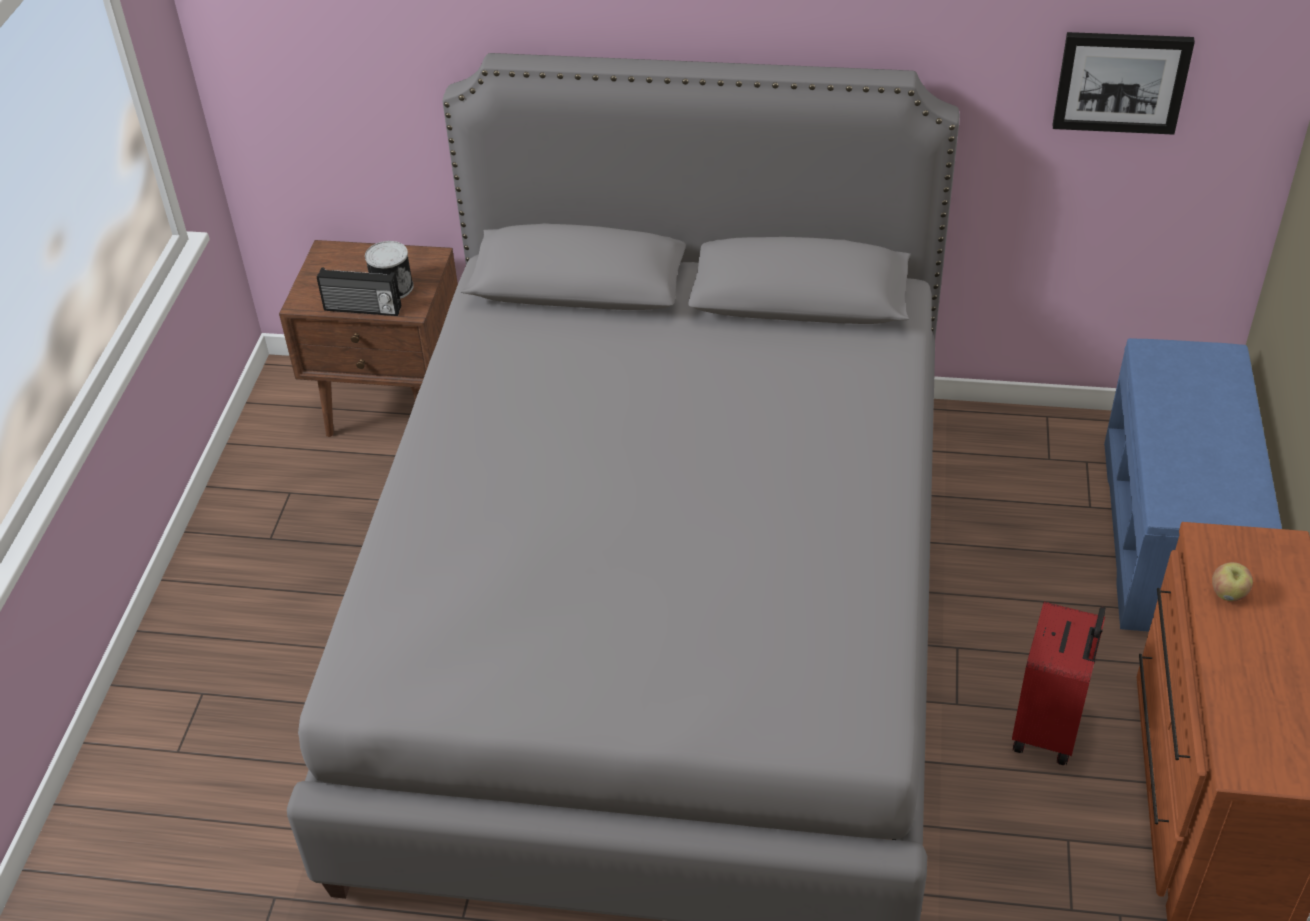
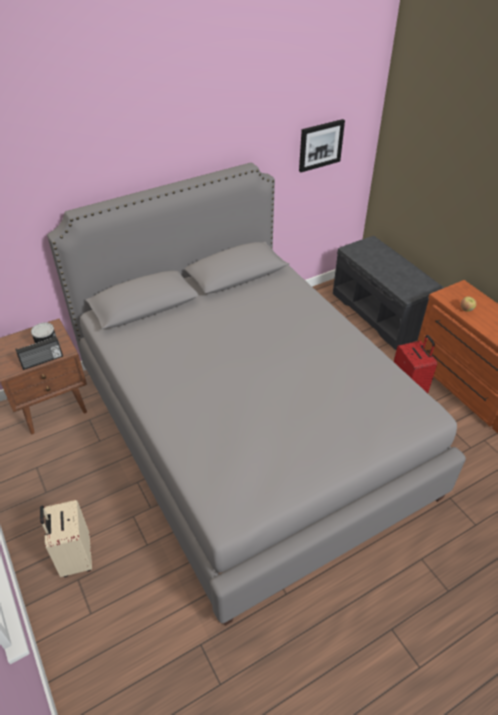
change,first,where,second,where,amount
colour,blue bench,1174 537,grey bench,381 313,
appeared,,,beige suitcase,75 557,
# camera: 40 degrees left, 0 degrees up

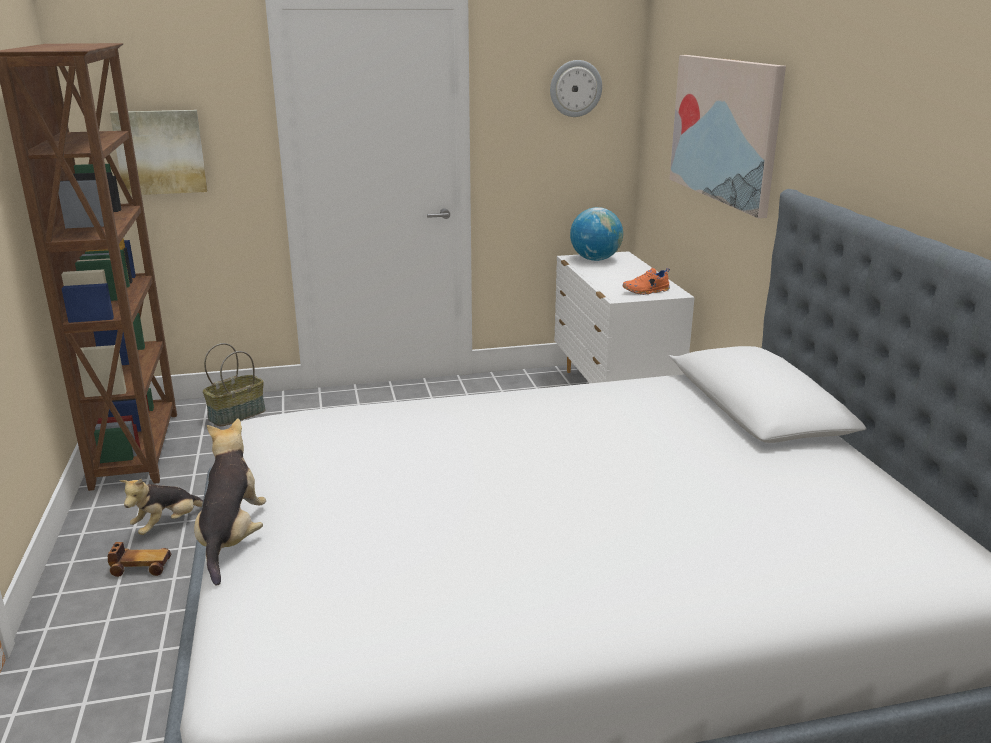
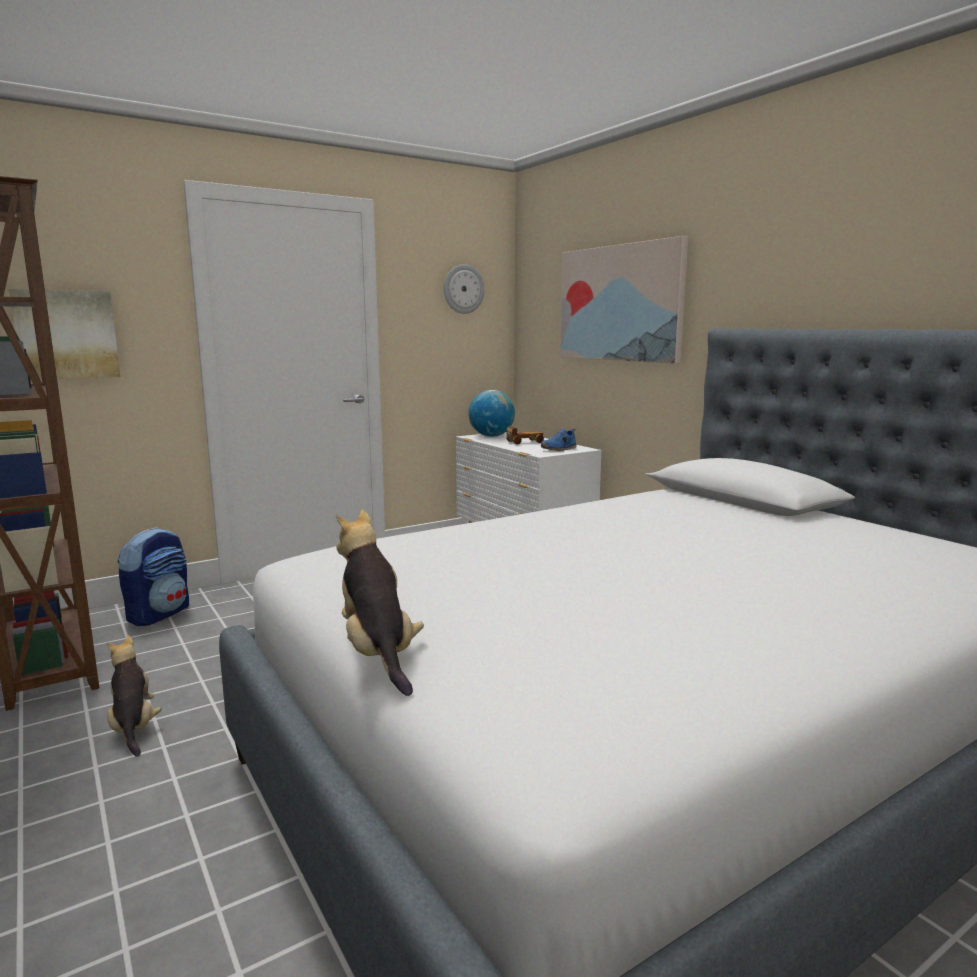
change,first,where,second,where,amount
colour,orange shoe,646 291,blue shoe,559 449,
exchanged,basket,237 414,backpack,159 614,
spun,plush toy,167 525,,133 727,135 degrees clockwise
relocated,toy car,140 567,,524 442,
# camera: 20 degrees left, 10 degrees down

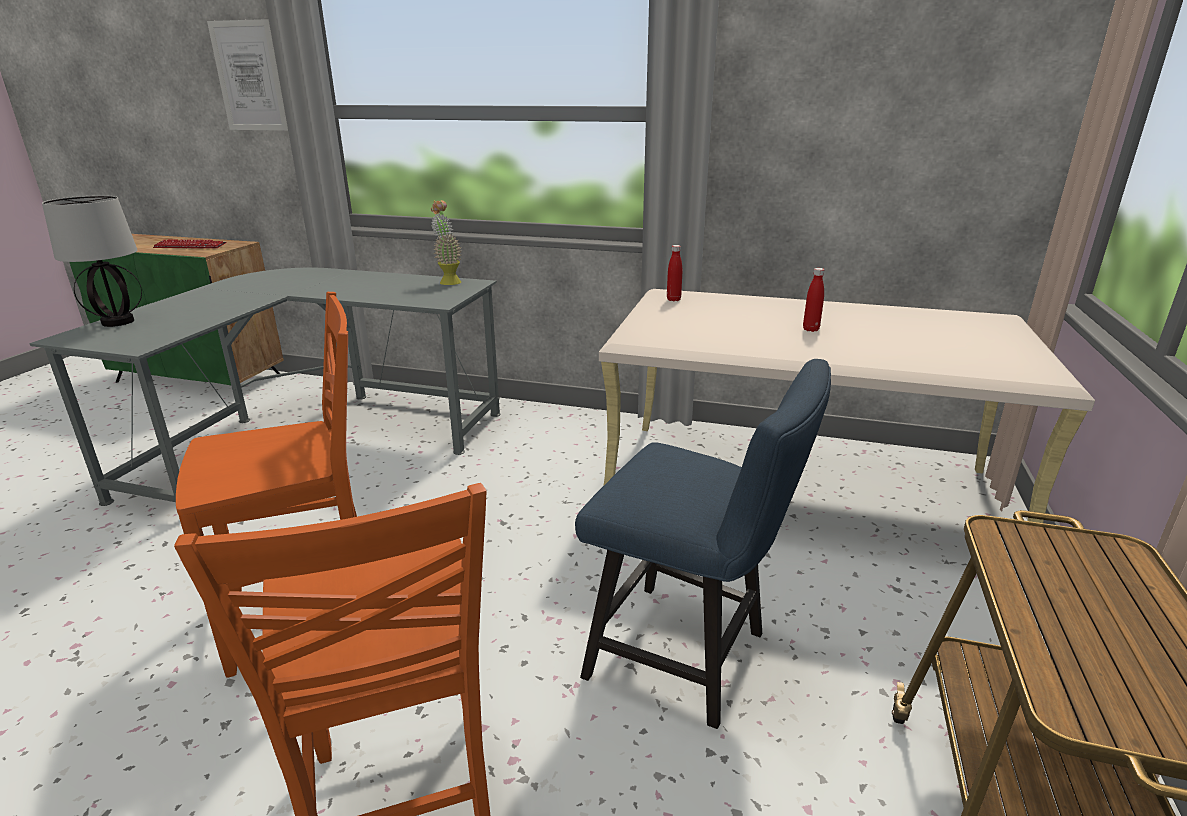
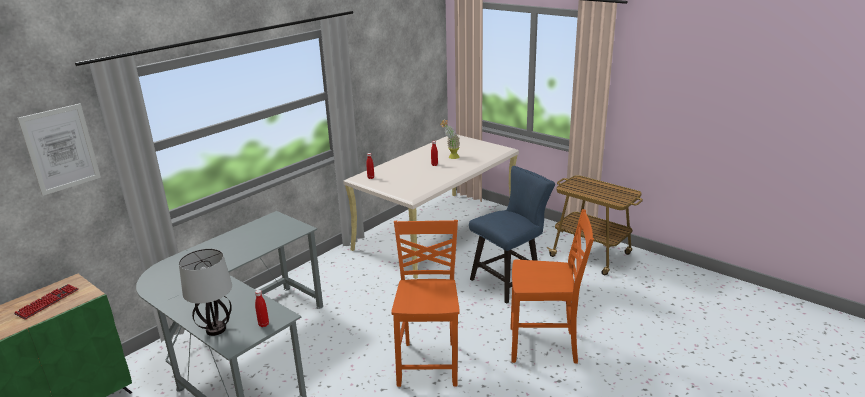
change,first,where,second,where,amount
relocated,potted plant,448 281,,451 157,
appeared,,,red bottle,263 324,
# camera: 65 degrees left, 0 degrees up

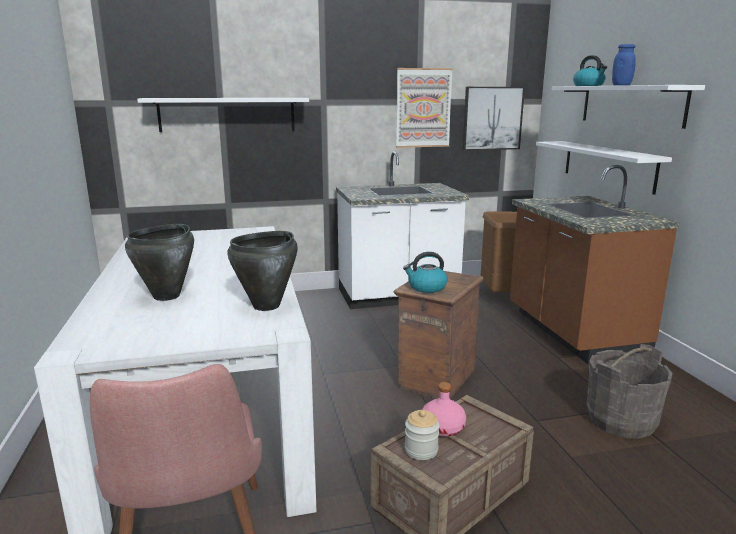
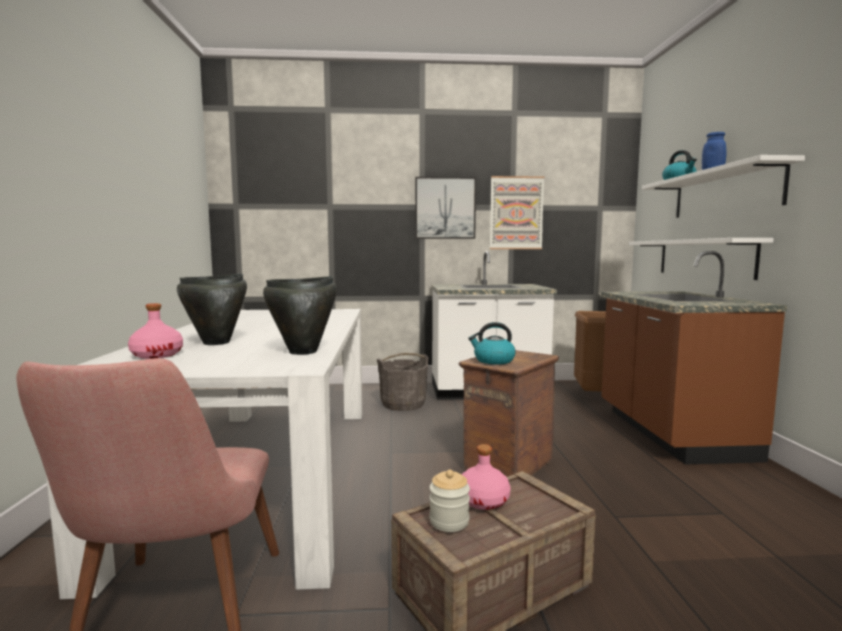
change,first,where,second,where,amount
relocated,picture,492 118,,445 208,
missing,white shelf,227 114,,,
relocated,grey bucket,621 420,,403 404,
appeared,,,pink bottle,157 355,
# camera: 10 degrees right, 10 degrees down

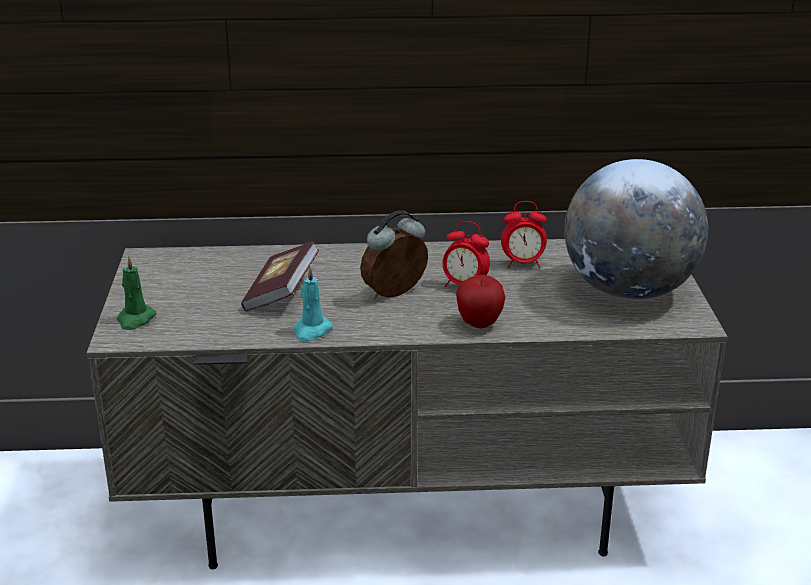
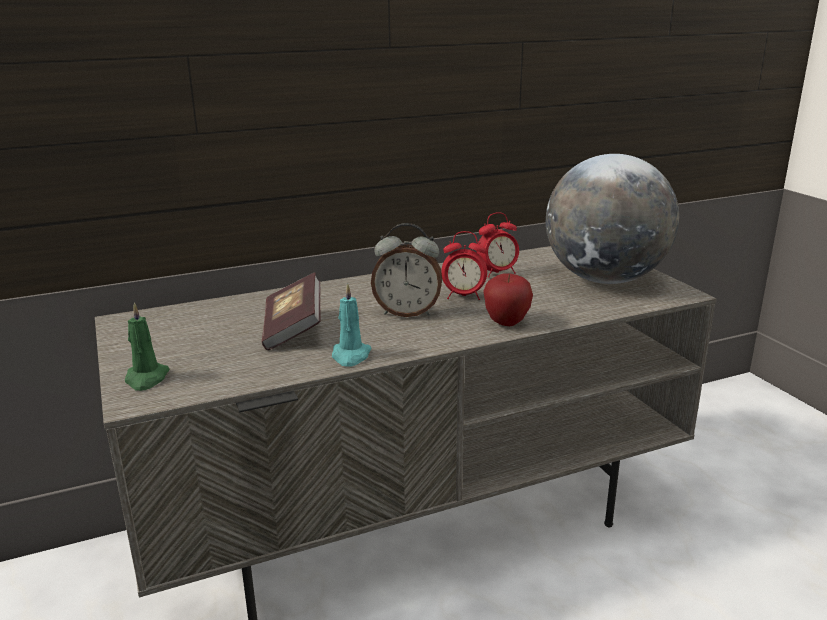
change,first,where,second,where,amount
spun,alarm clock,396 294,,407 312,120 degrees counterclockwise
# camera: 20 degrees left, 5 degrees down

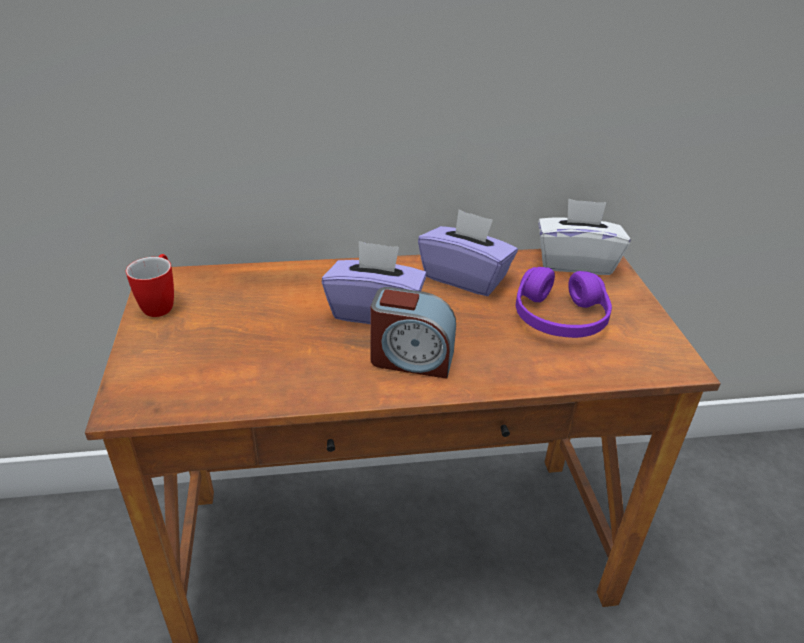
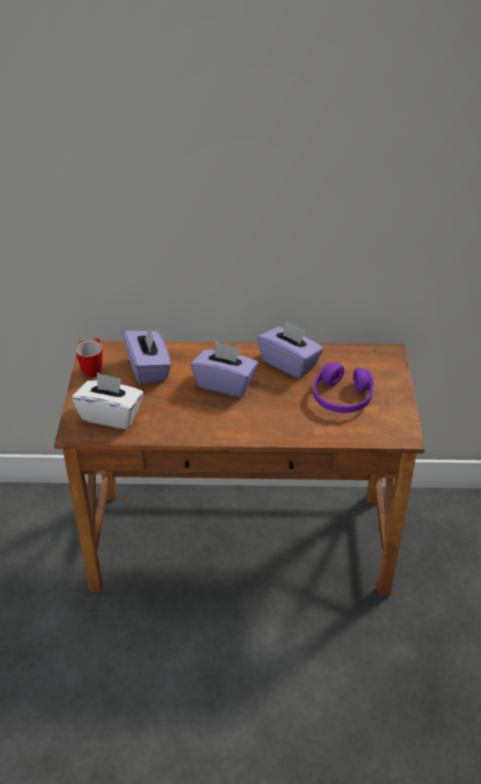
change,first,where,second,where,amount
relocated,white tissue box,575 262,,111 415,
missing,alarm clock,411 359,,,
appeared,,,purple tissue box,148 368,
# camera: 10 degrees right, 5 degrees up

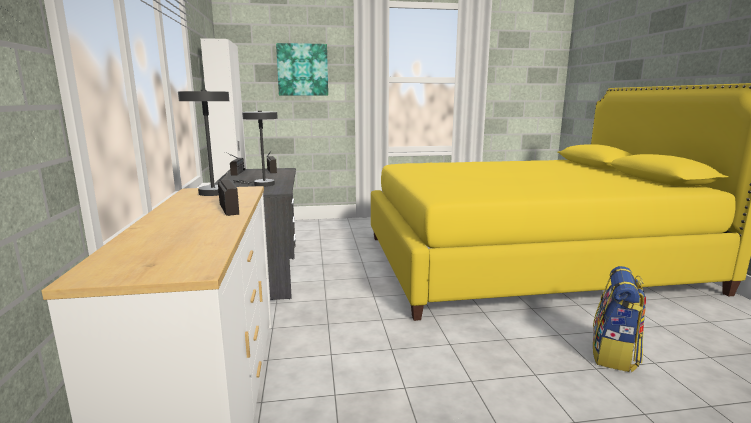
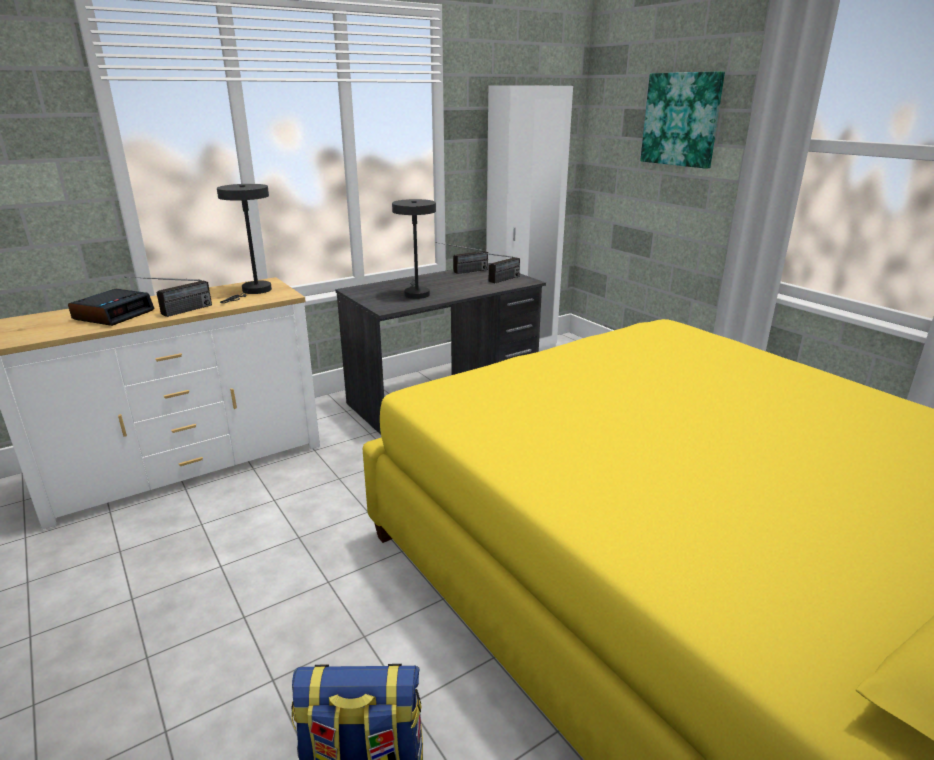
change,first,where,second,where,amount
appeared,,,alarm clock,114 314,
# camera: 65 degrees right, 10 degrees up

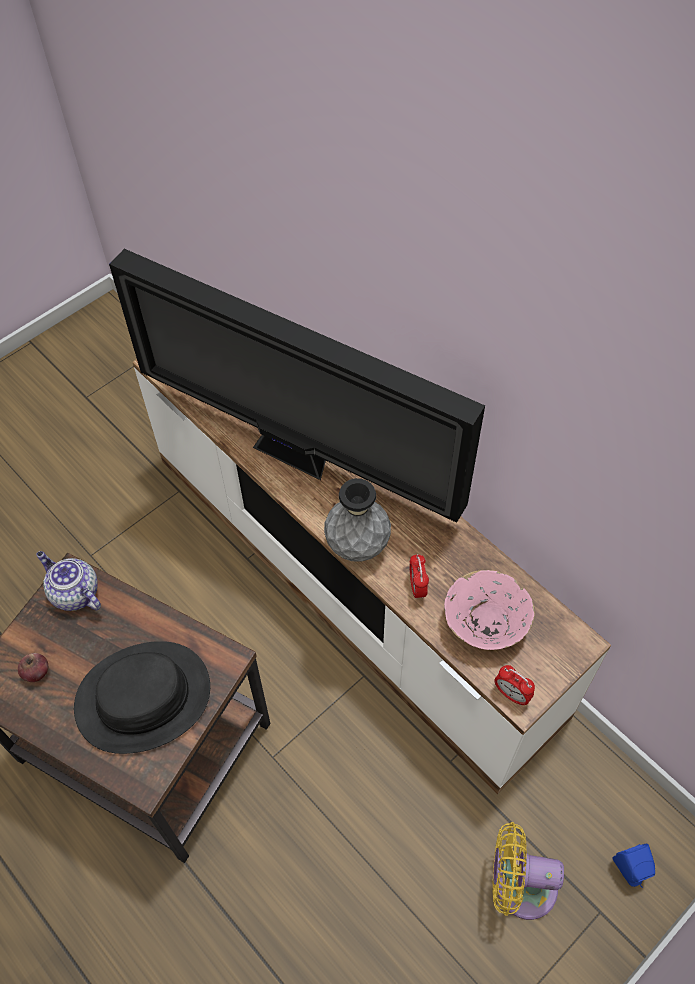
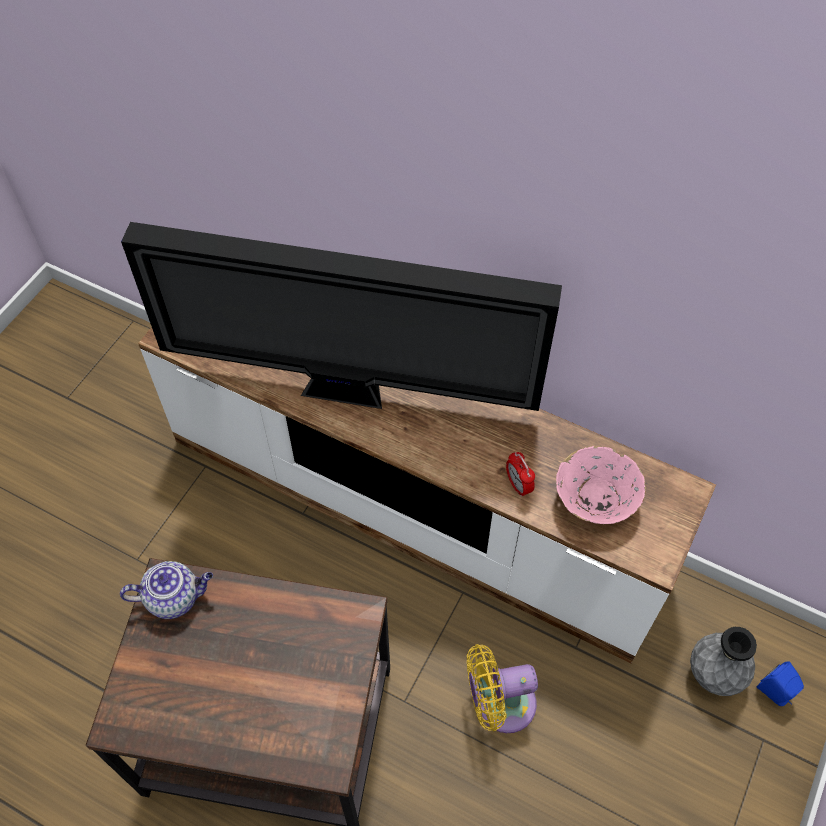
change,first,where,second,where,amount
relocated,grey vase,357 546,,714 674,
spun,teapot,74 593,,174 597,150 degrees clockwise
missing,black hat,143 698,,,
missing,apple,36 672,,,
missing,alarm clock,511 694,,,
relocated,yellow fan,519 885,,499 704,
# camera: 20 degrees left, 0 degrees up

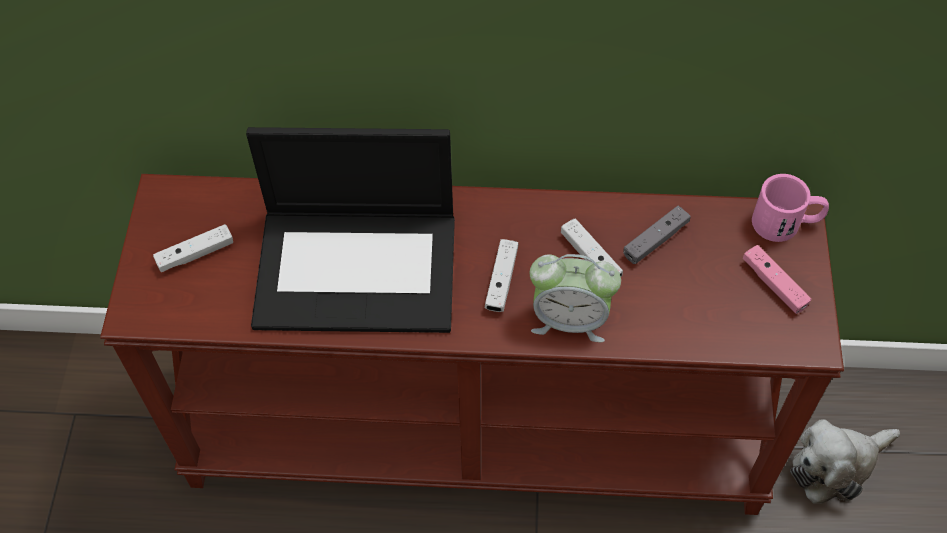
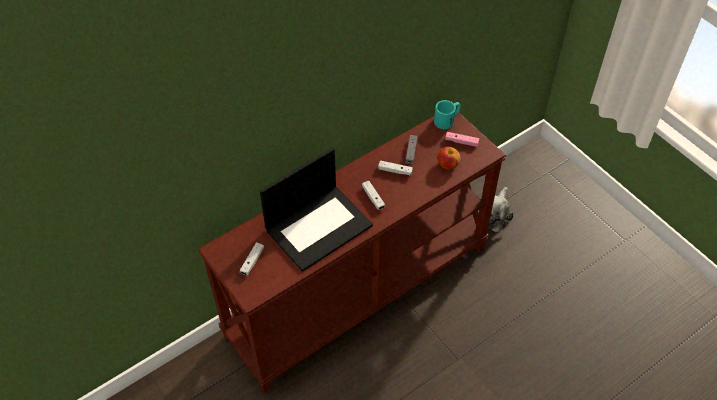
change,first,where,second,where,amount
colour,pink mug,786 223,turquoise mug,447 120,
missing,alarm clock,569 319,,,
appeared,,,apple,447 165,
# camera: 40 degrees left, 5 degrees down

